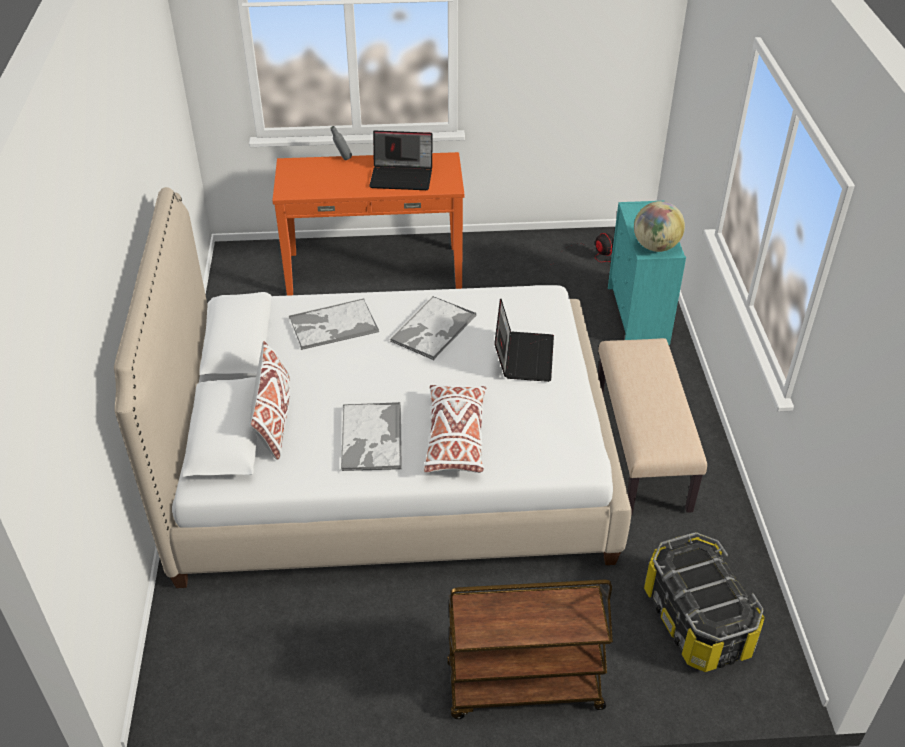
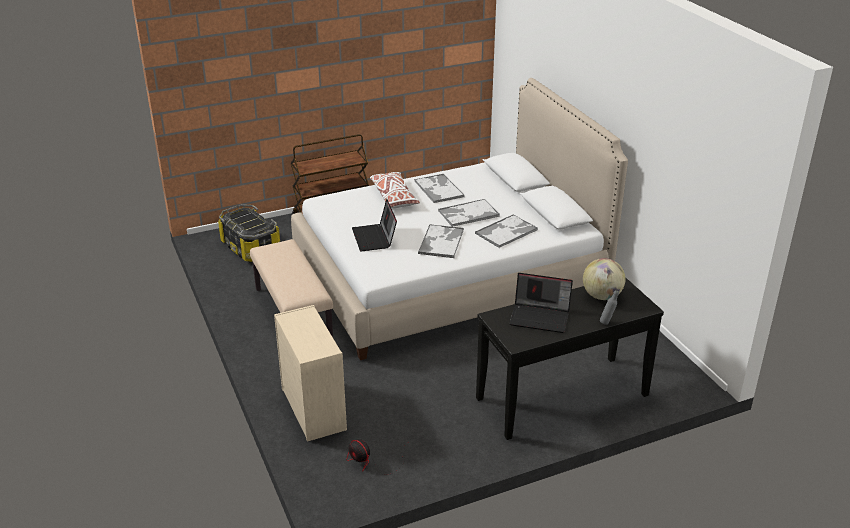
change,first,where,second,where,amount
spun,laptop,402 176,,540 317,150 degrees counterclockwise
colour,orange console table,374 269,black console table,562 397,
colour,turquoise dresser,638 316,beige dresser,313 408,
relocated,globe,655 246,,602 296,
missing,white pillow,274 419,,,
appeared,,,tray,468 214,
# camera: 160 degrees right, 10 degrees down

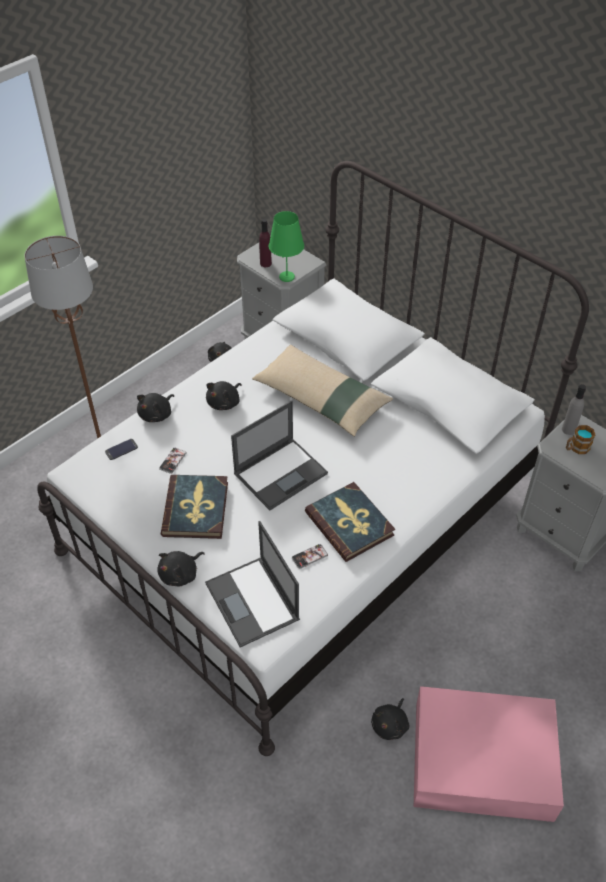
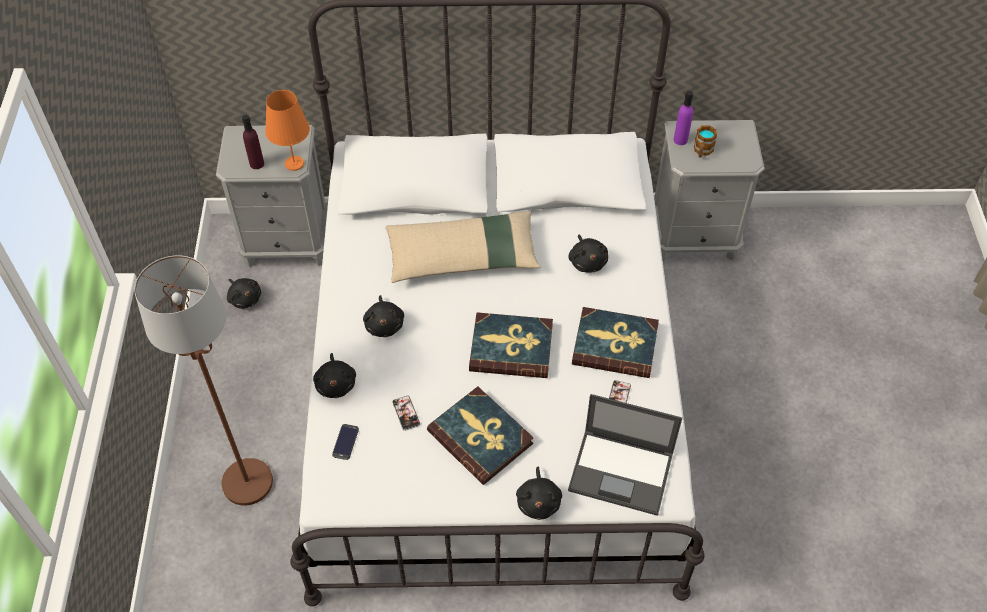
change,first,where,second,where,amount
colour,green table lamp,287 276,orange table lamp,294 163,
colour,grey bottle,568 429,purple bottle,680 140,
exchanged,laptop,281 473,book,511 347,
missing,pink storage box,484 761,,,
relocated,black plush toy,390 725,,587 261,
# camera: 45 degrees left, 5 degrees up

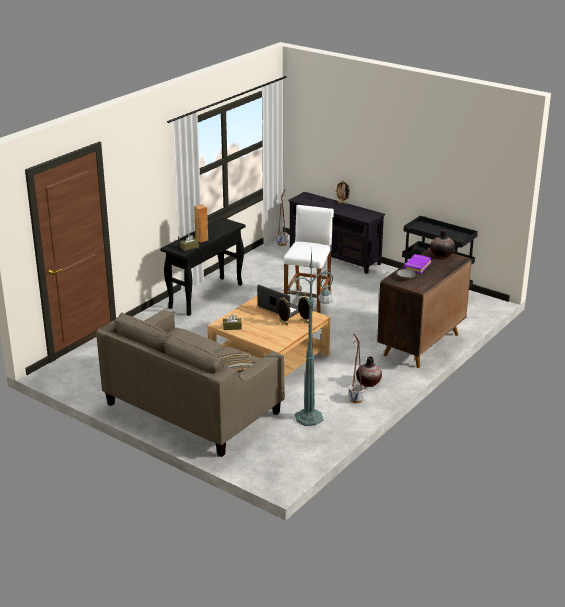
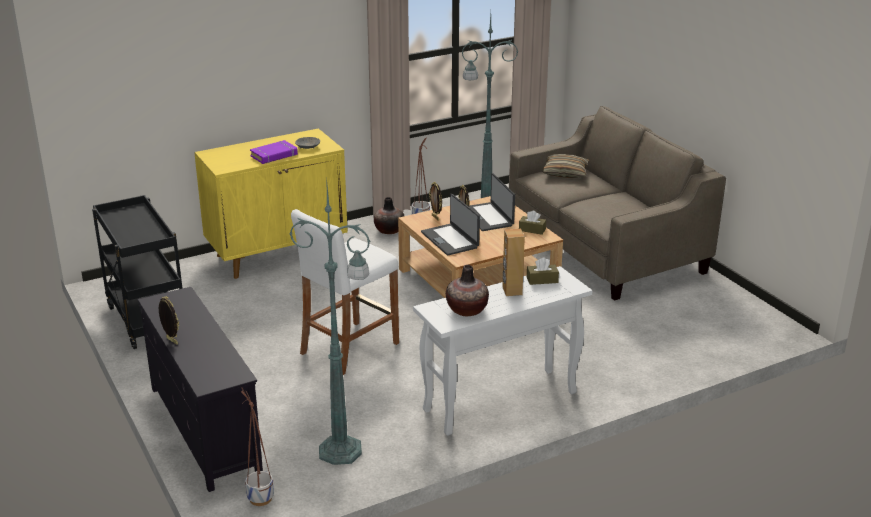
change,first,where,second,where,amount
colour,black console table,206 296,white console table,499 402,
relocated,vase,442 255,,466 310,
colour,brown cabinet,421 345,yellow cabinet,278 254,
appeared,,,laptop,488 217,
appeared,,,green floor lamp,342 451,
# camera: 155 degrees left, 0 degrees up

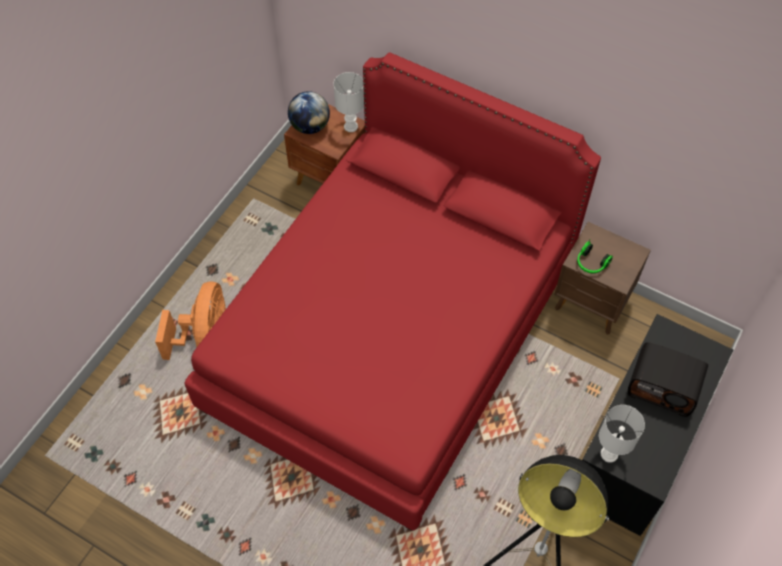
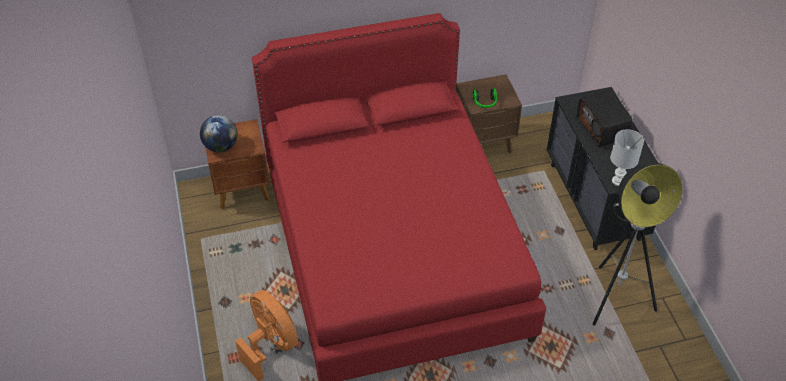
change,first,where,second,where,amount
missing,white table lamp,351 127,,,
spun,radio,663 387,,602 129,90 degrees clockwise
# camera: 45 degrees left, 10 degrees down

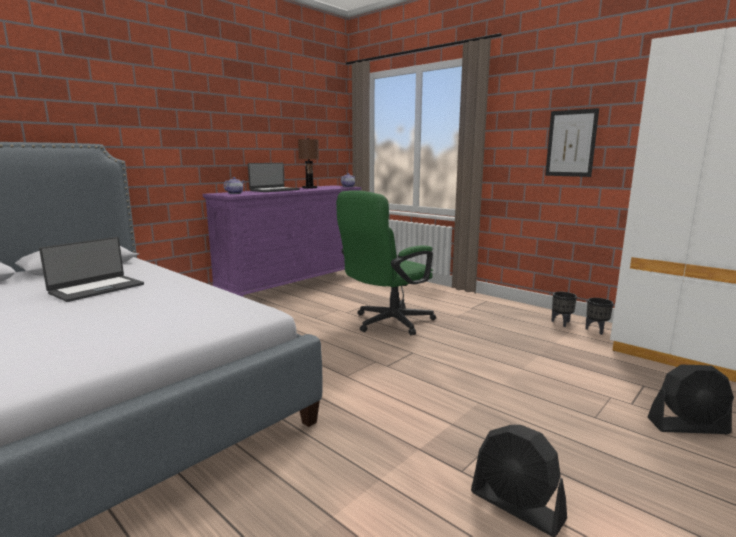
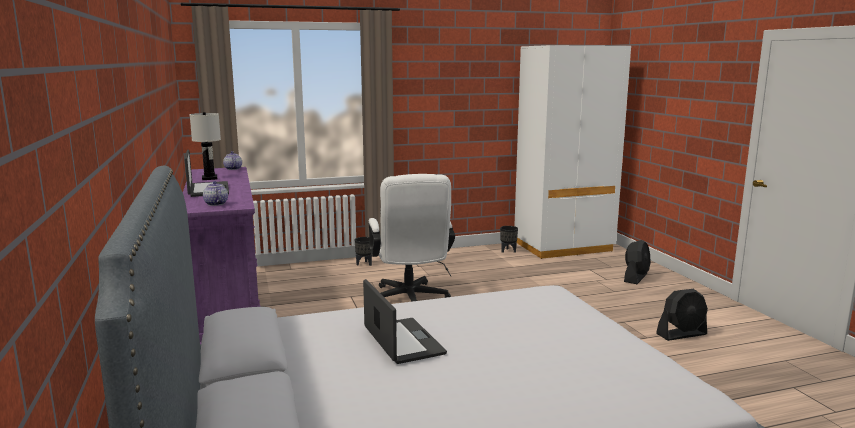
change,first,where,second,where,amount
missing,picture,571 143,,,
colour,brown table lamp,309 188,white table lamp,209 178,
colour,green office chair,387 323,white office chair,410 301,
relocated,black planter,562 323,,364 264,
# camera: 60 degrees left, 0 degrees up

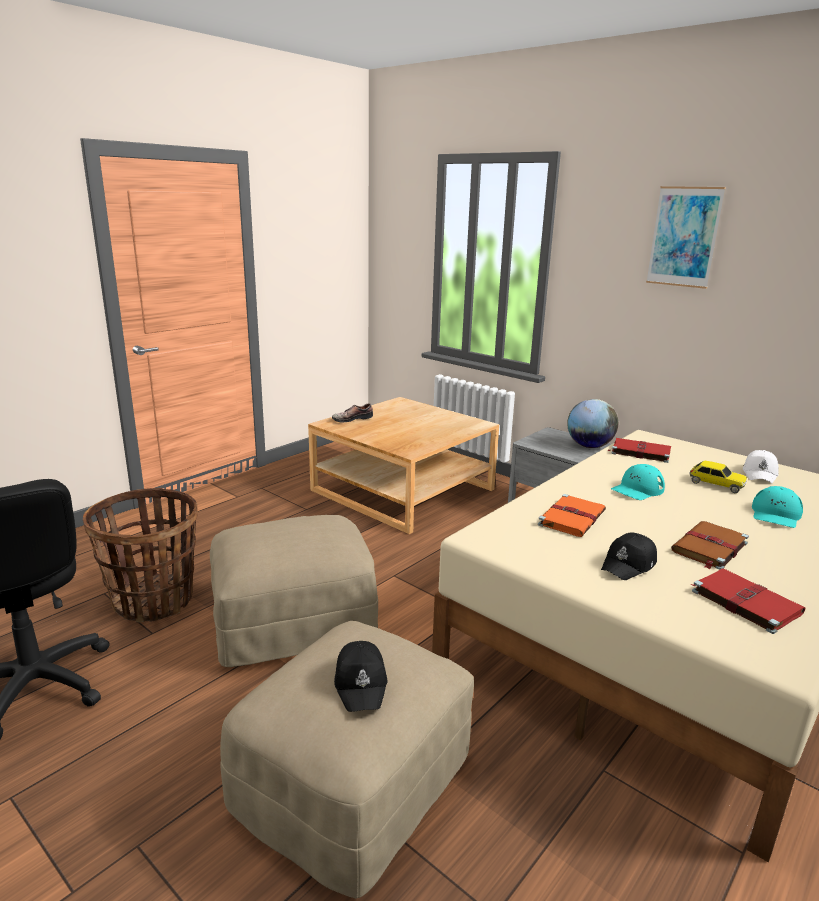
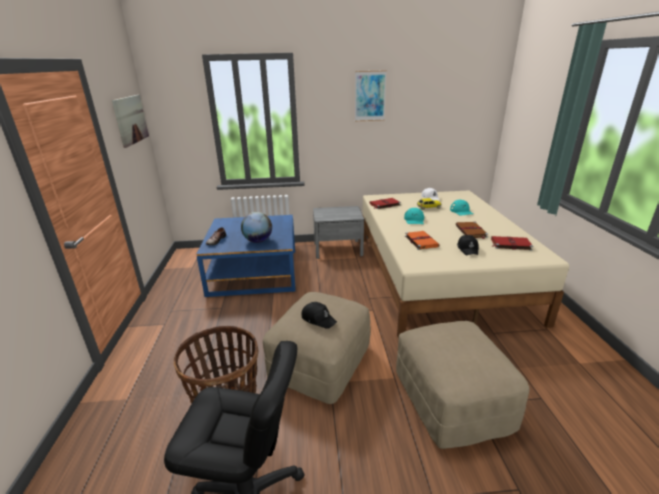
change,first,where,second,where,amount
colour,beige coffee table,403 490,blue coffee table,254 271,
relocated,globe,589 446,,258 241,
relocated,black cap,361 683,,318 319,
appeared,,,picture,131 120,
# camera: 45 degrees left, 5 degrees up

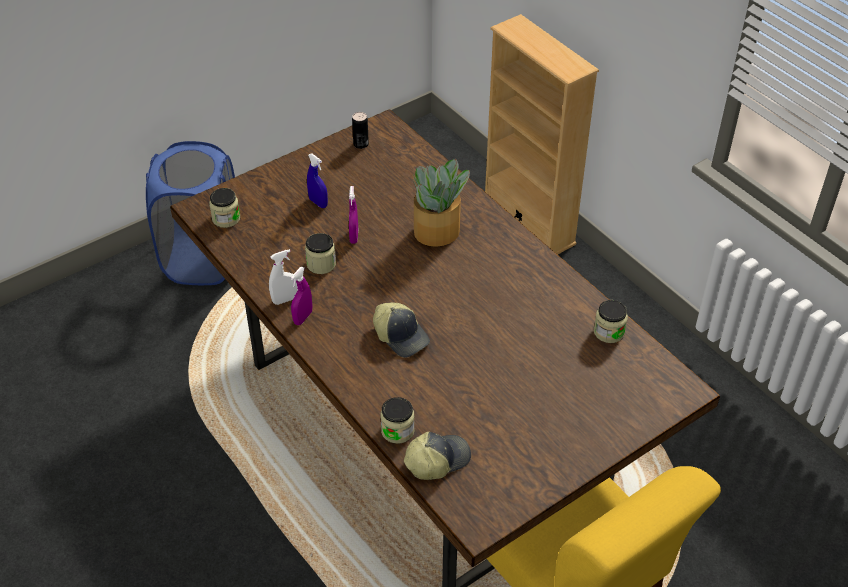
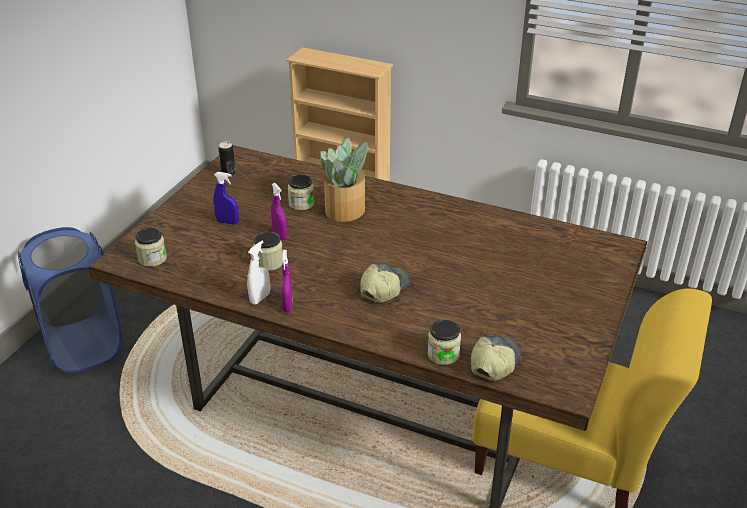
change,first,where,second,where,amount
relocated,jar,609 332,,301 203,
spun,cap,401 336,,383 288,75 degrees counterclockwise
# camera: 30 degrees left, 10 degrees down

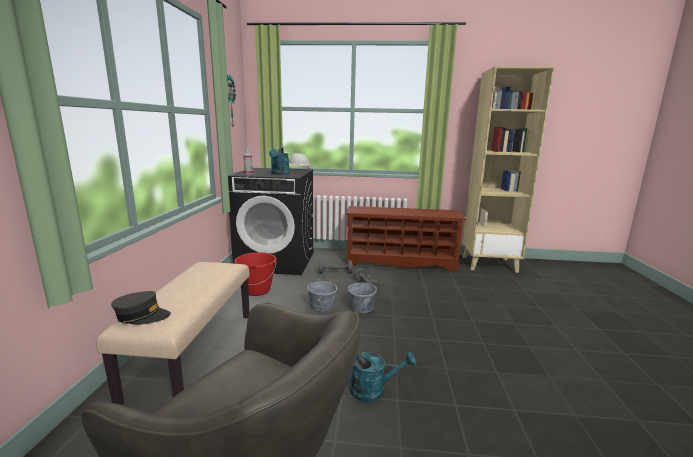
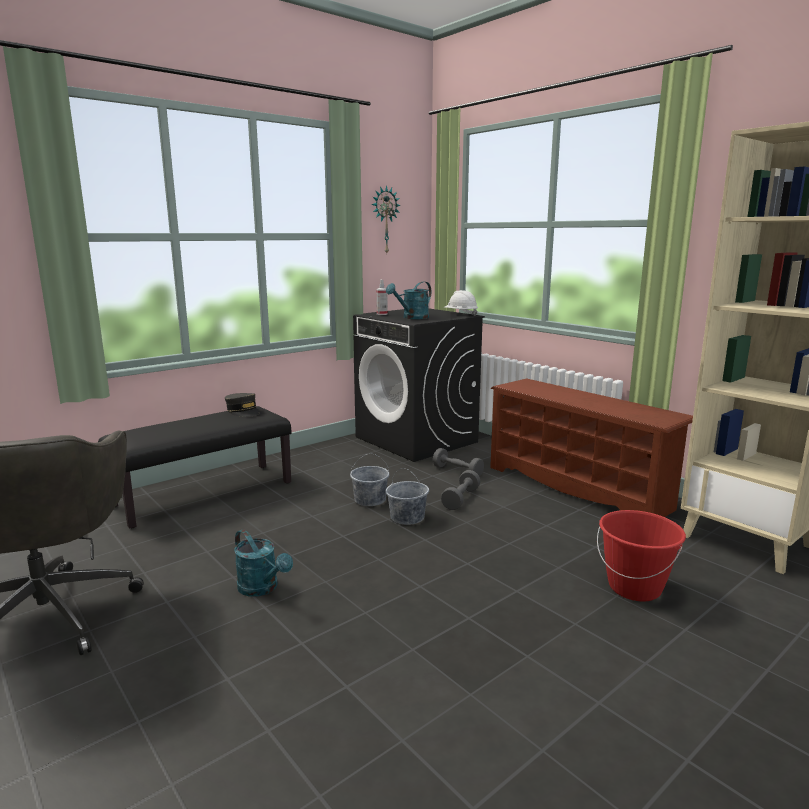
change,first,where,second,where,amount
relocated,red bucket,257 290,,634 587,
colour,beige bench,193 352,black bench,204 493,
relocated,grey cap,142 316,,243 411,
# camera: 45 degrees right, 0 degrees up

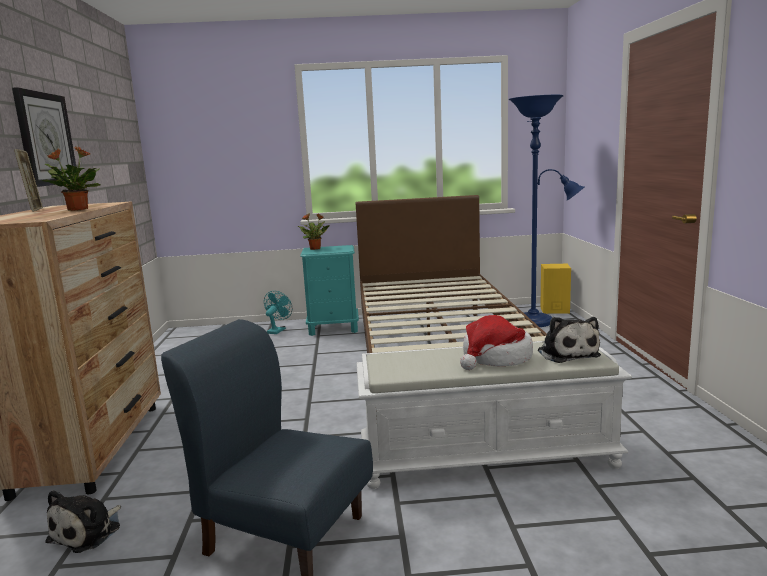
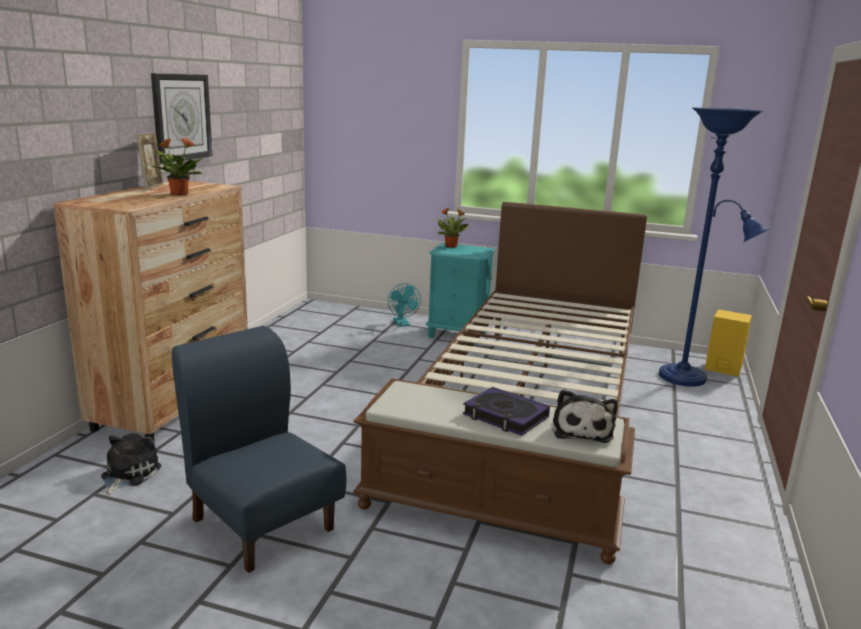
change,first,where,second,where,amount
spun,turquoise fan,277 330,,402 324,120 degrees clockwise
exchanged,hat,495 358,book,505 416,
colour,white bench,487 456,brown bench,490 511,
spun,plush toy,88 532,,128 474,150 degrees clockwise
# camera: 20 degrees right, 5 degrees up

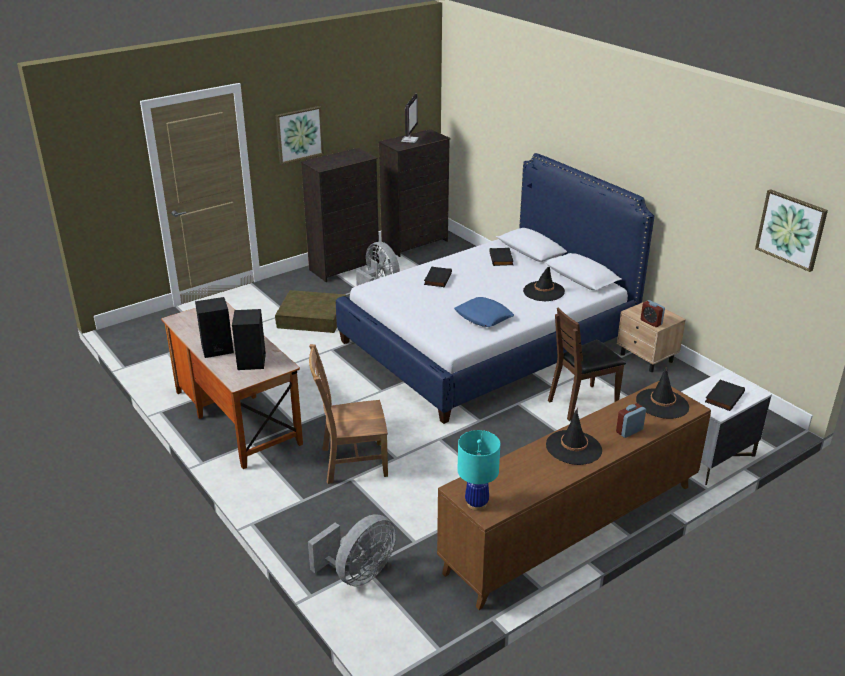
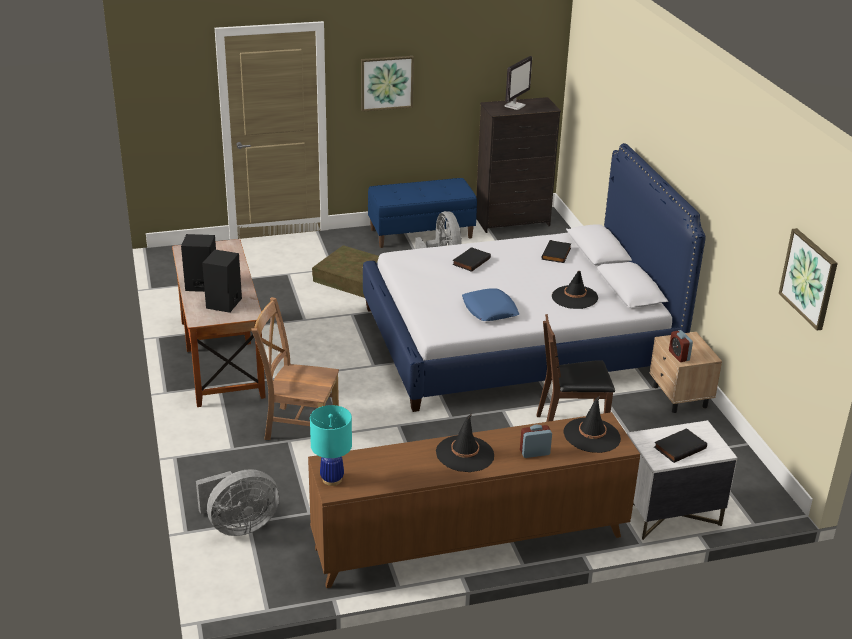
change,first,where,second,where,amount
exchanged,black dresser,345 267,blue bench,421 233,
# camera: 20 degrees right, 0 degrees up

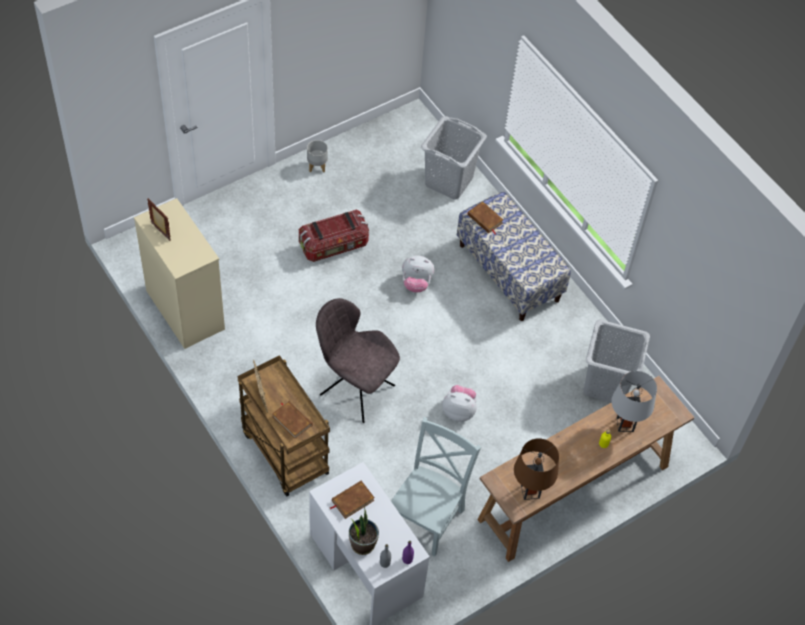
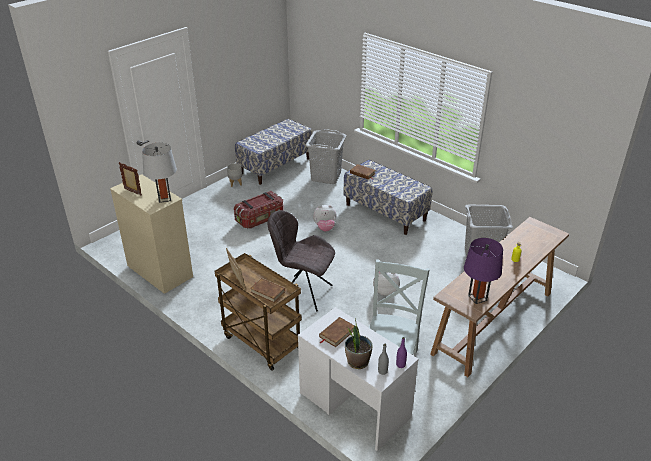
change,first,where,second,where,amount
relocated,grey table lamp,625 424,,164 198,
colour,brown table lamp,530 491,purple table lamp,477 298,
appeared,,,bench,275 166,
# camera: 10 degrees left, 20 degrees down

